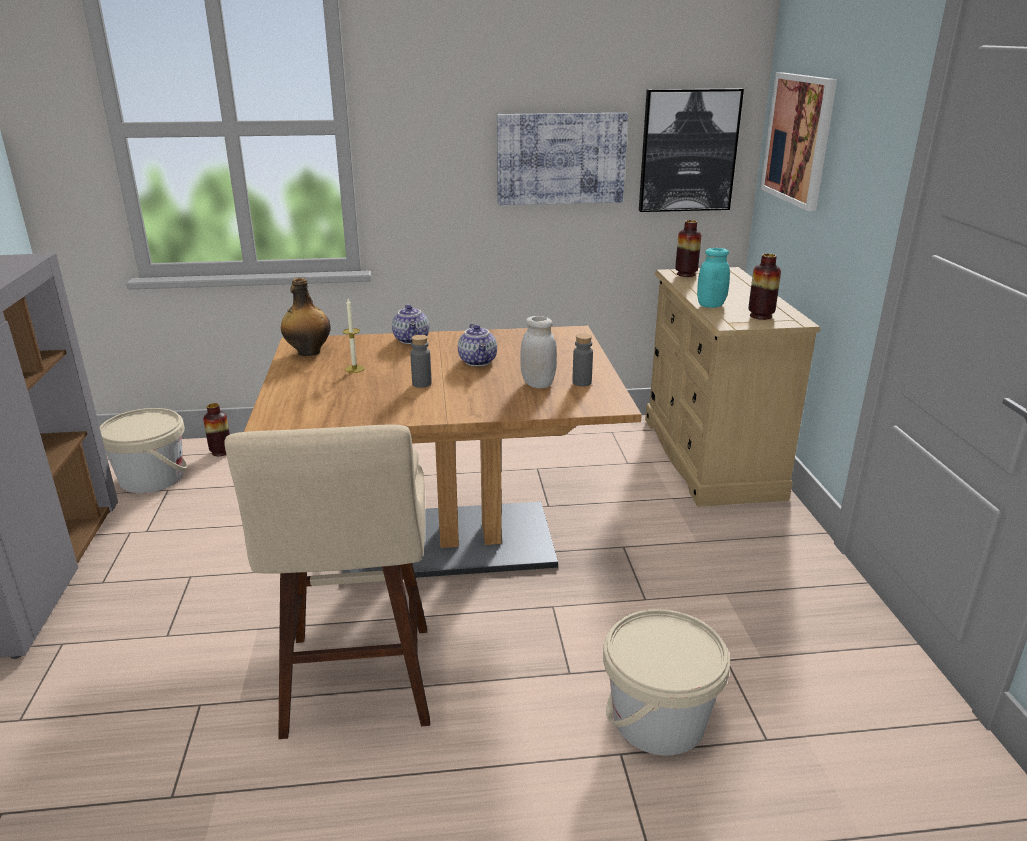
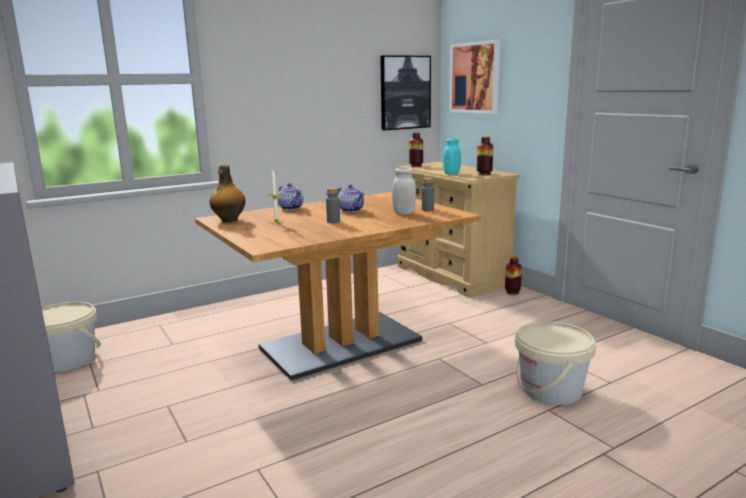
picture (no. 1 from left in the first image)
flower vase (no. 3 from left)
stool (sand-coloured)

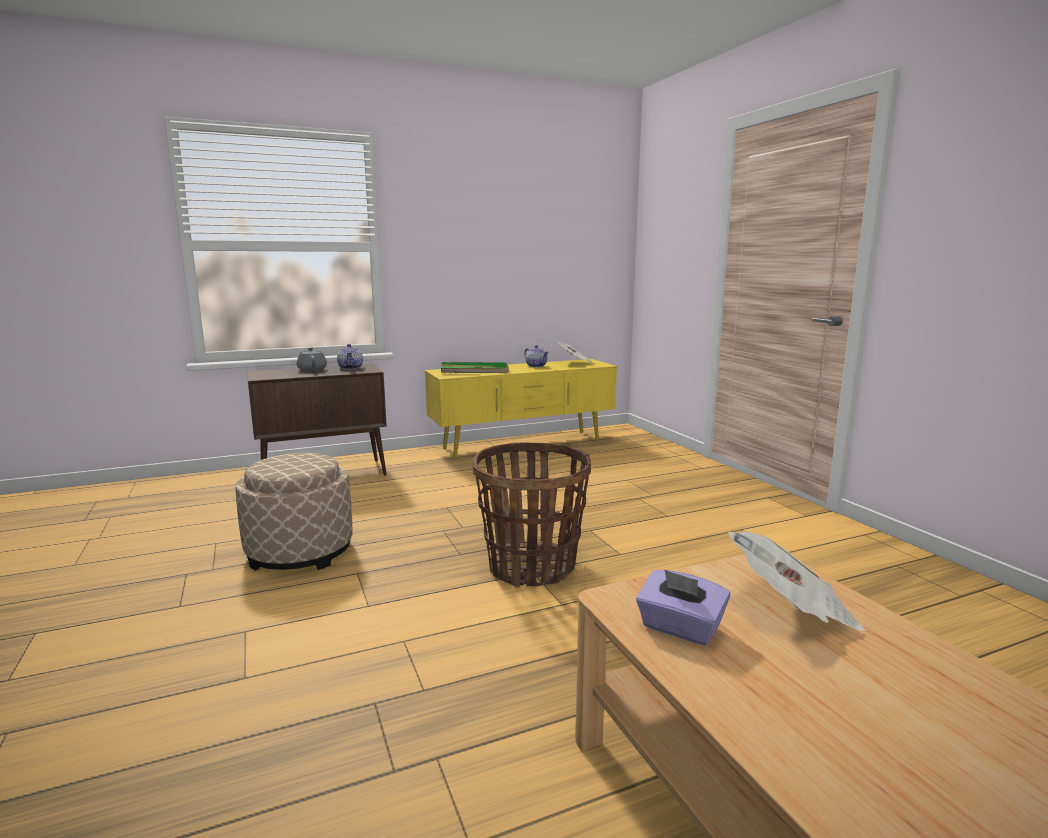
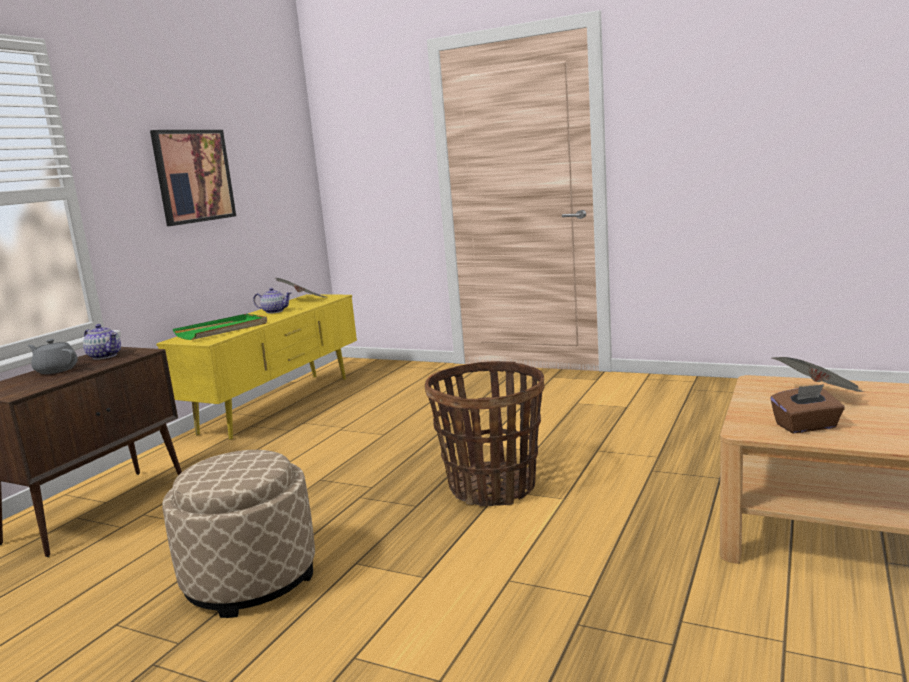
tissue box (brown-coloured)
picture

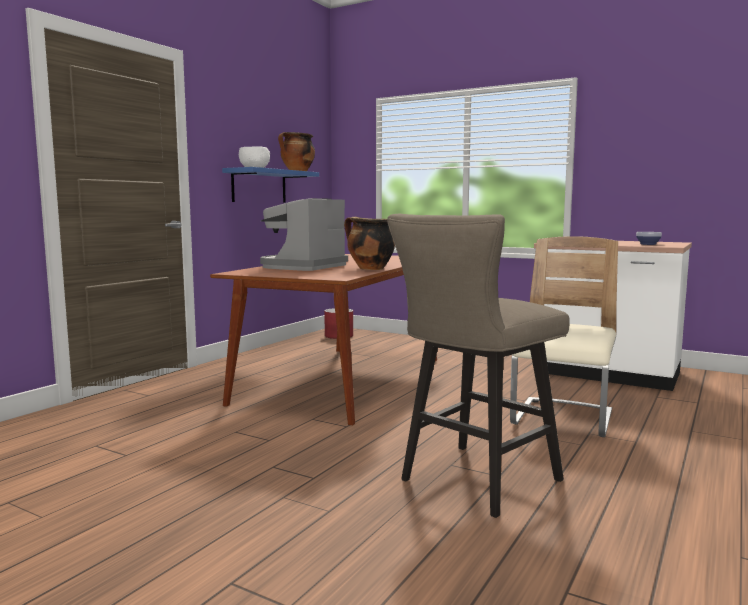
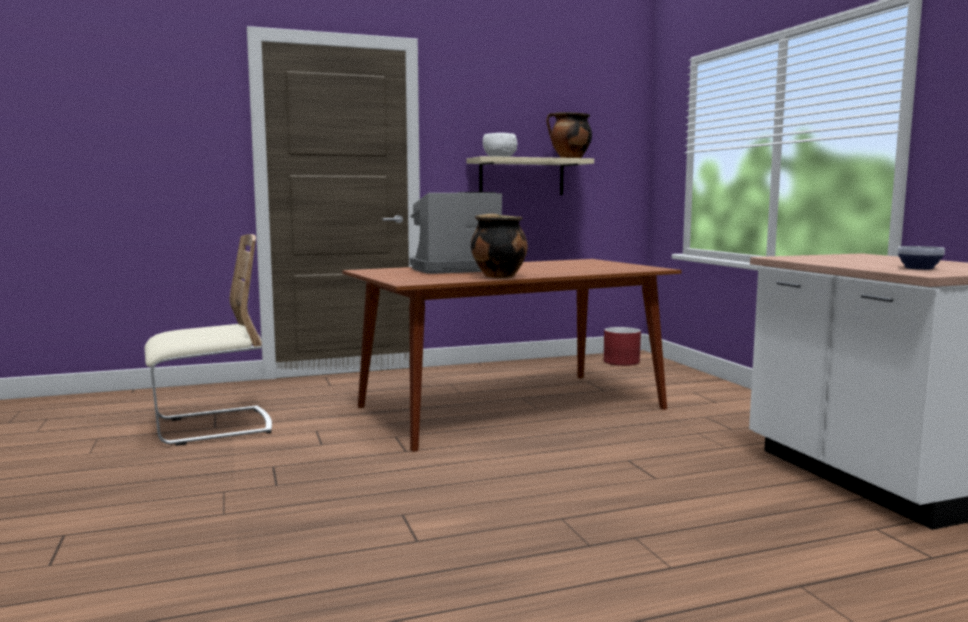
bracket shelf (sand-coloured)
stool (sand-coloured)
chair (sand-coloured)

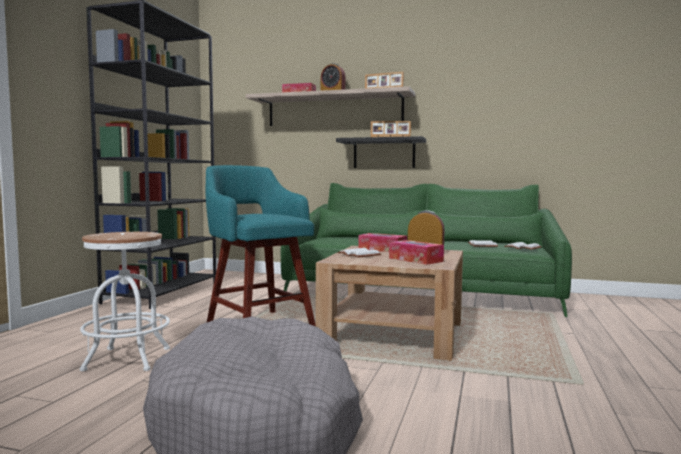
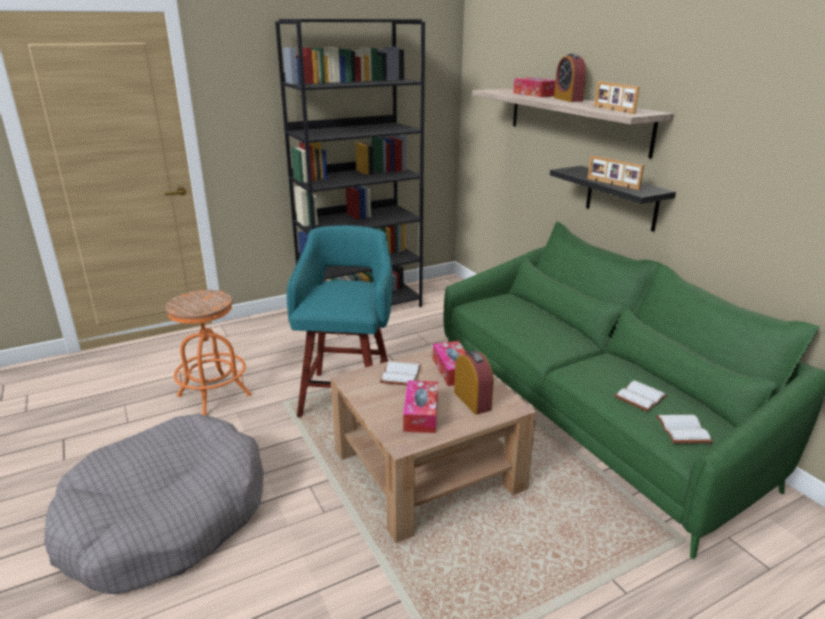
stool (orange-coloured)

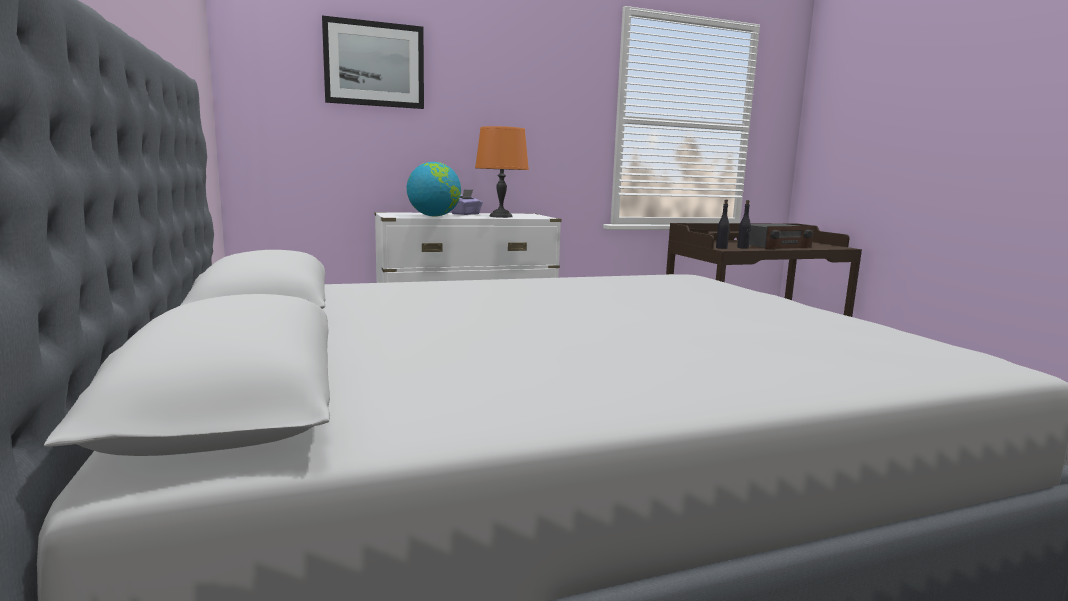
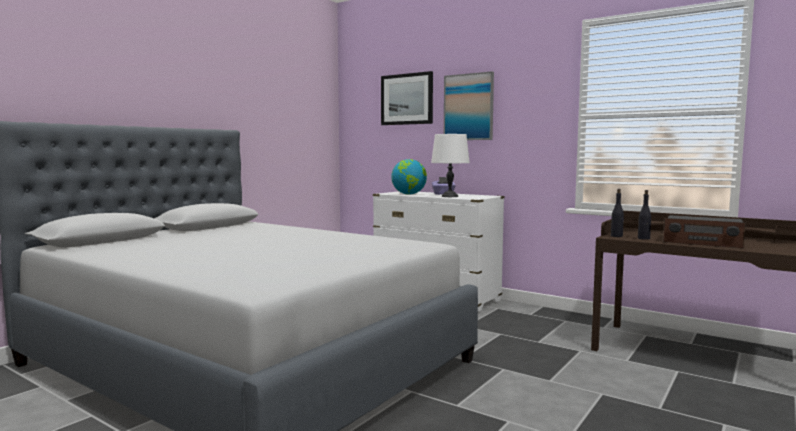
table lamp (white-coloured)
picture (no. 2 from left)

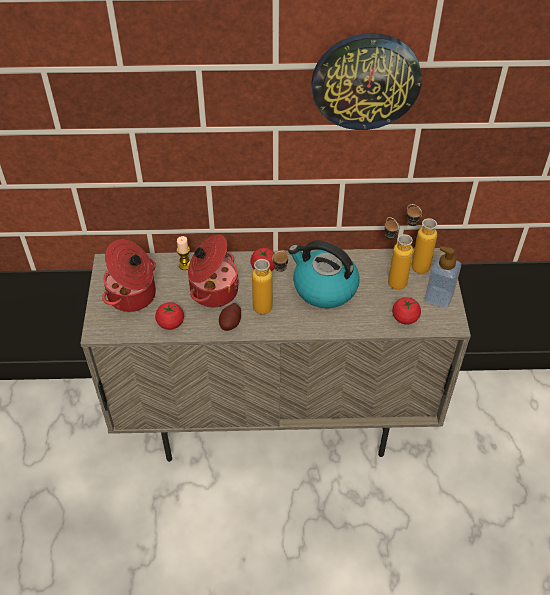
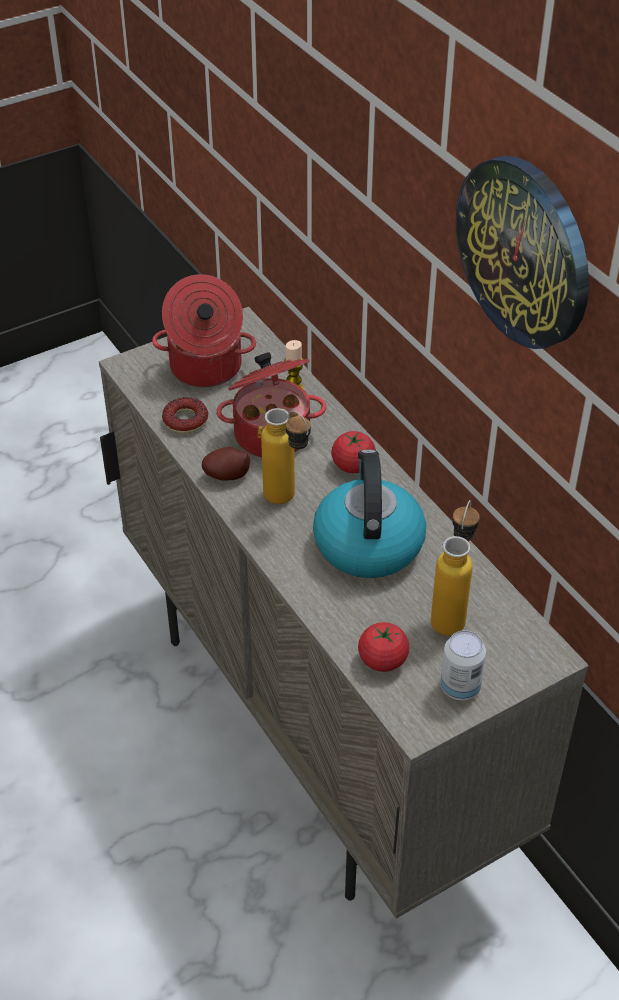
bottle (no. 3 from left in the first image)
metal can
ring doughnut

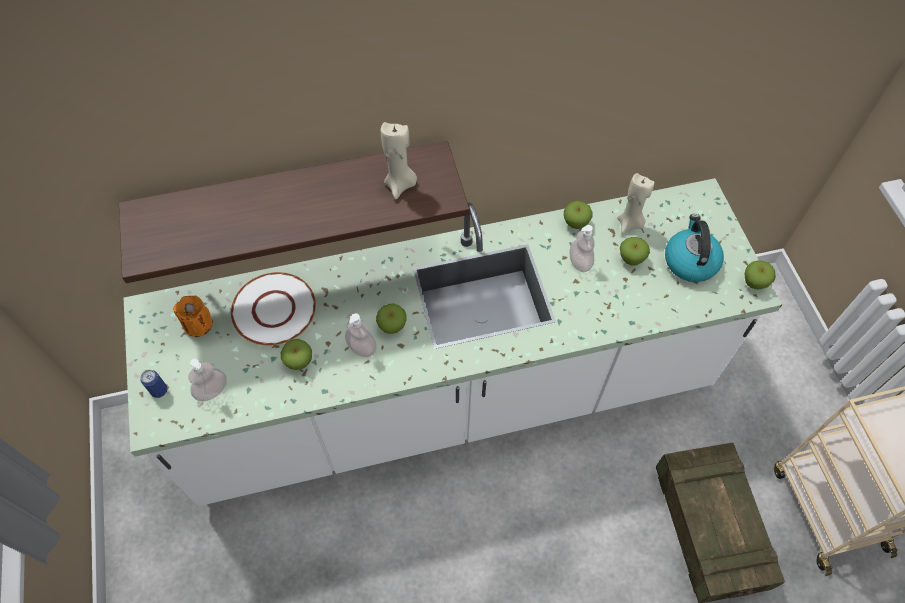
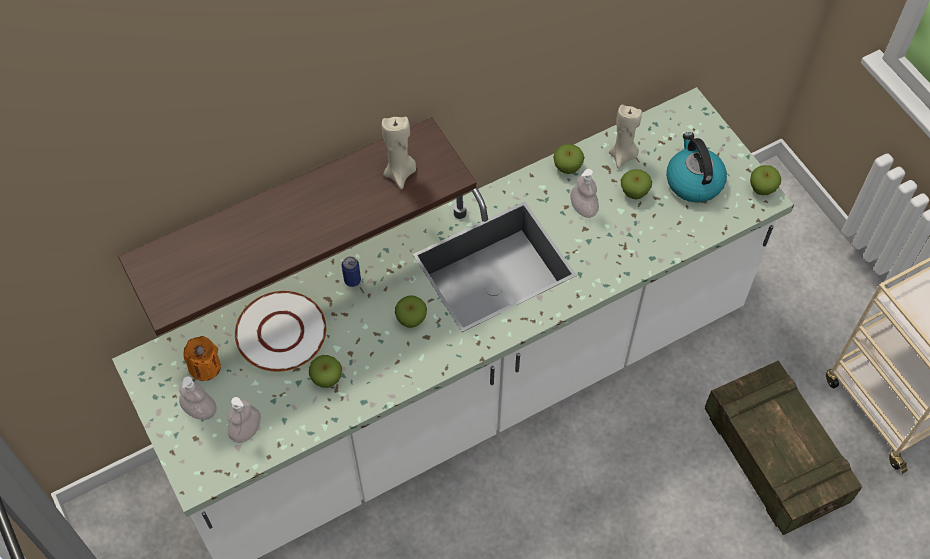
soap bottle (no. 1 from left)
metal can

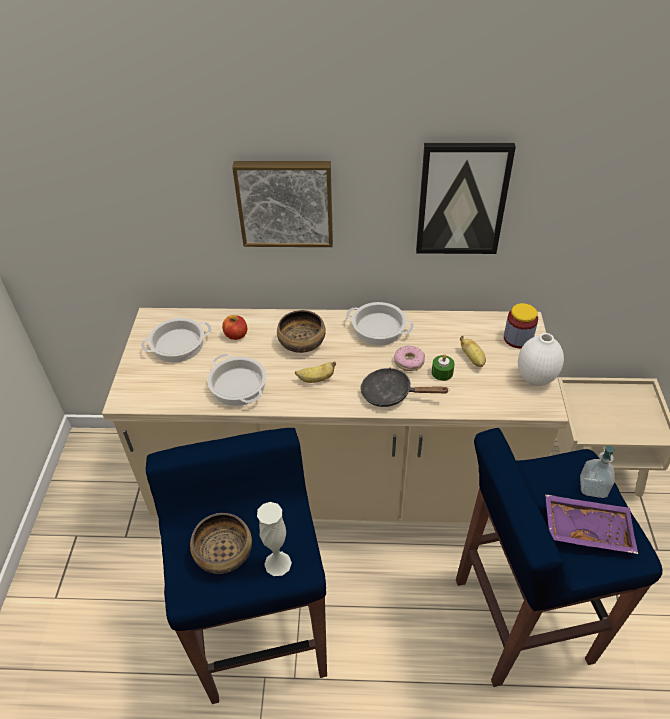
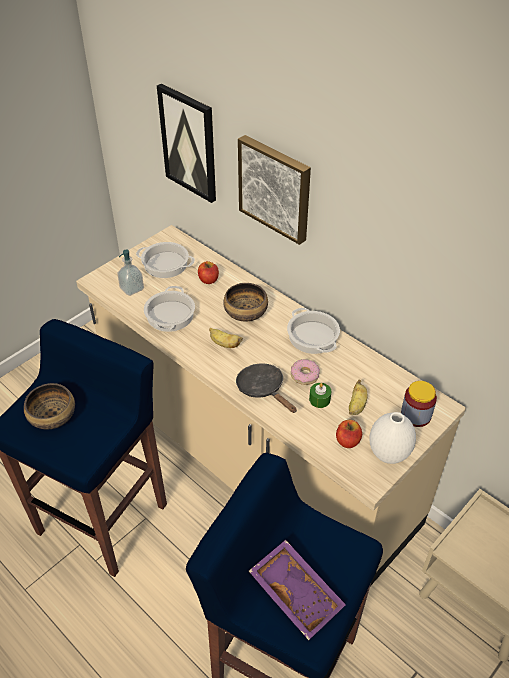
picture (no. 1 from left)
soap bottle
flower vase (white-coloured) (no. 1 from left in the first image)
apple fruit (no. 2 from left)

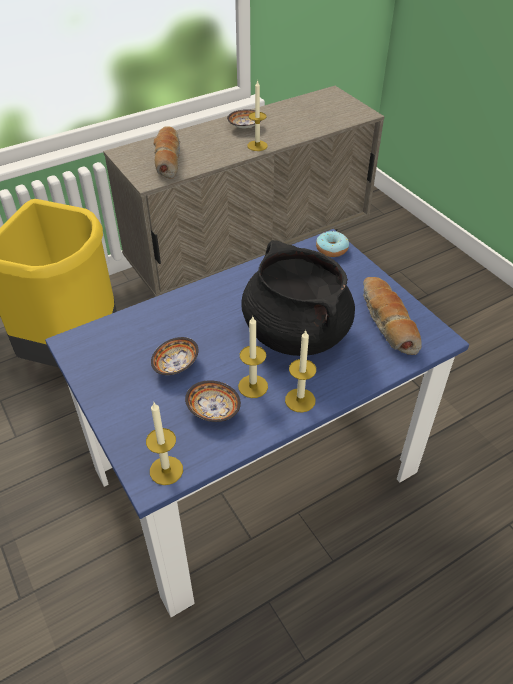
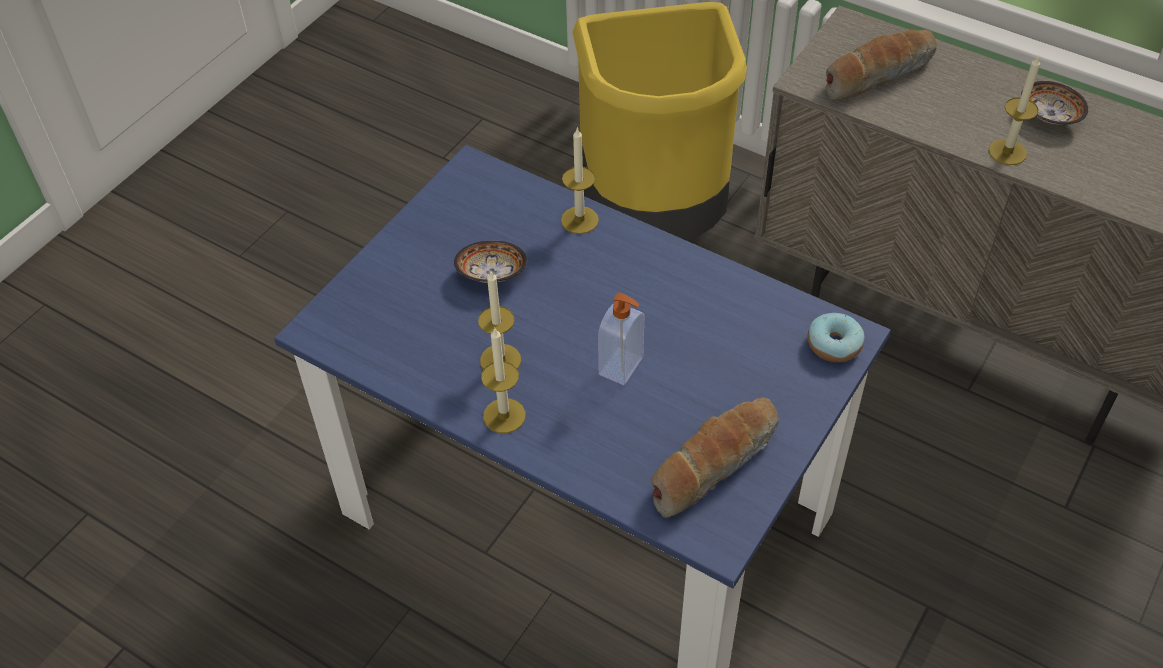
soap bottle
serving bowl (no. 2 from left in the first image)
wax light (no. 3 from left)

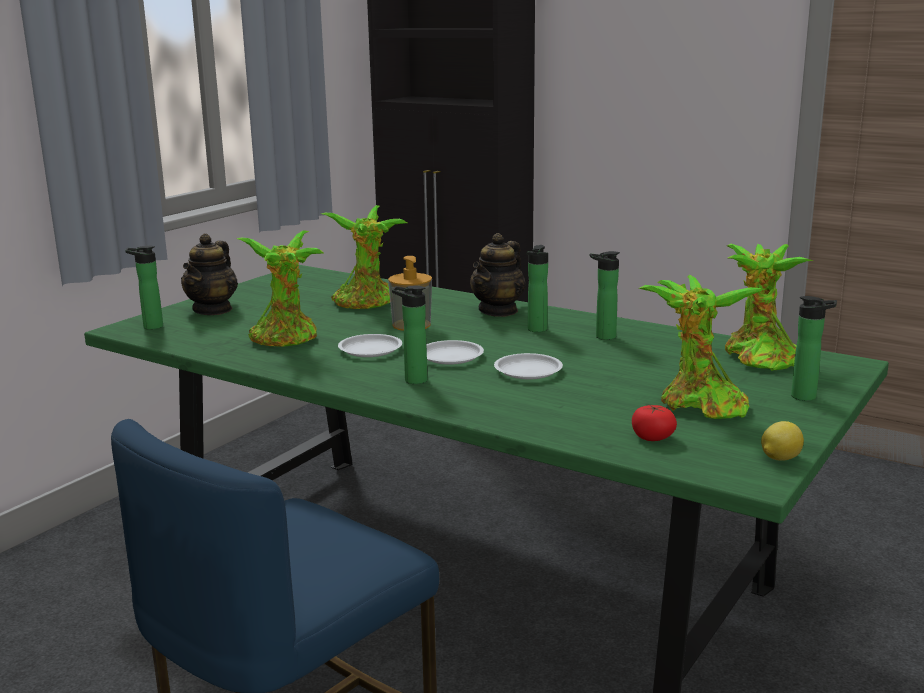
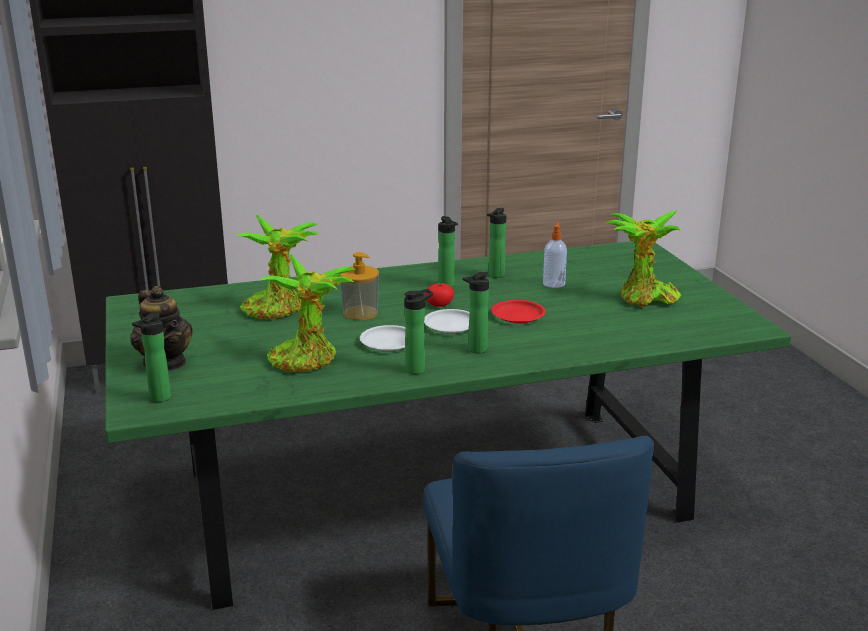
tea pot (no. 2 from left in the first image)
plant in a pot (no. 4 from left in the first image)
bottle (no. 2 from left)
plate (red)
tomato
lemon
soap bottle (no. 2 from left)

